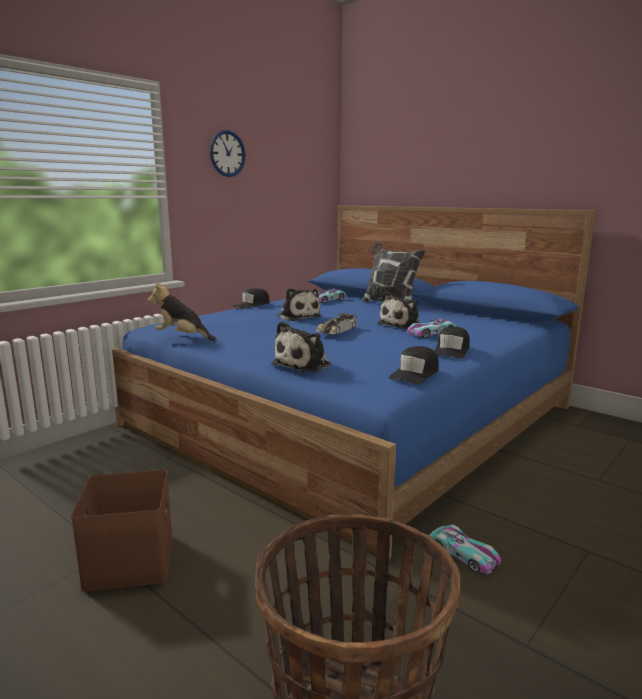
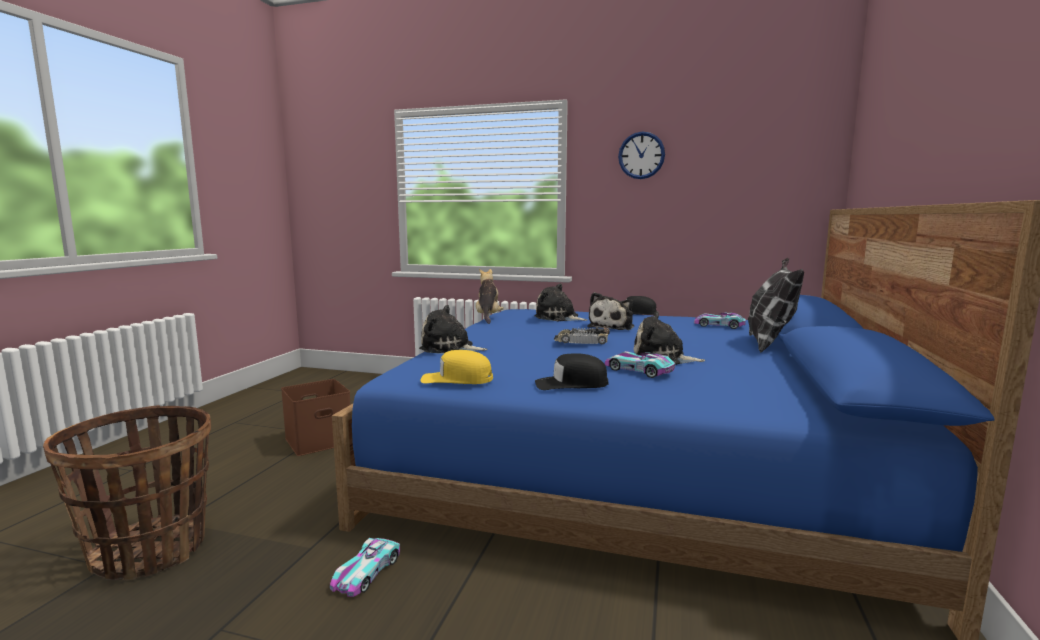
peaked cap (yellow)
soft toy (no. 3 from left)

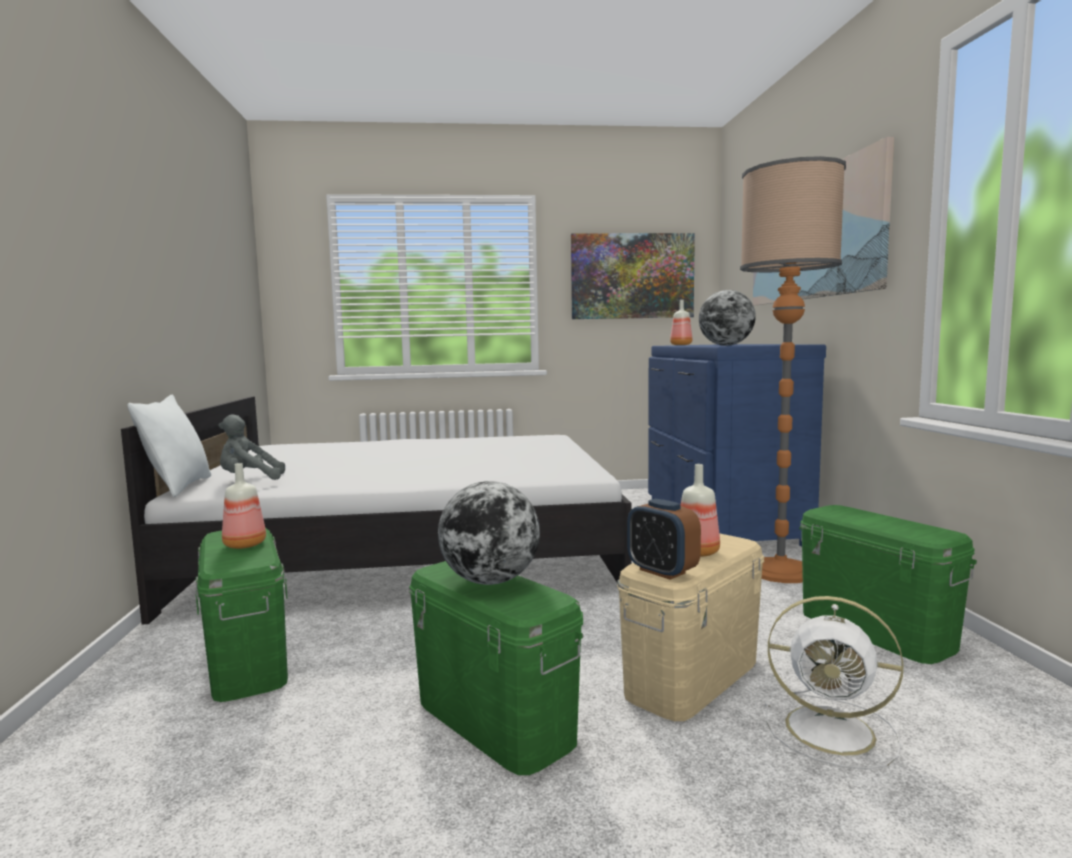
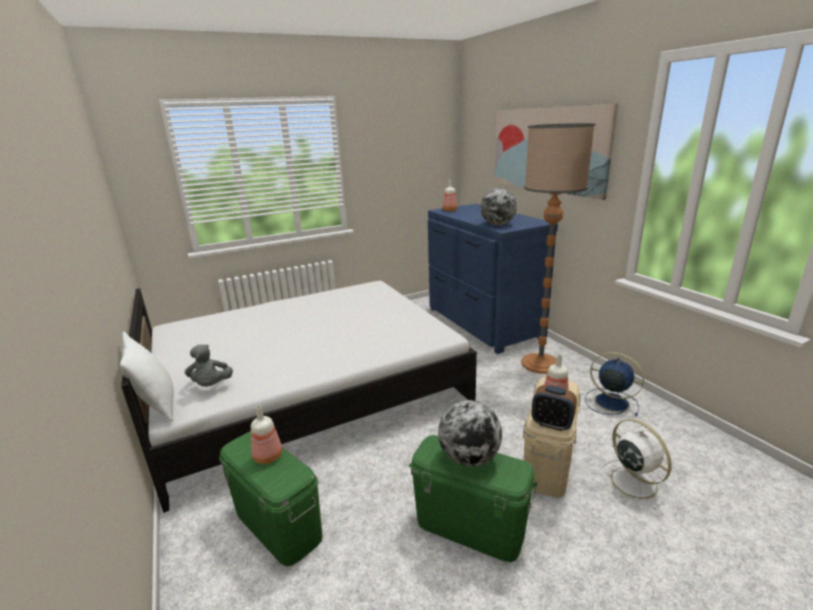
picture (no. 1 from left in the first image)
soft toy (grey)
fan (bluish)
fan (white-coloured)

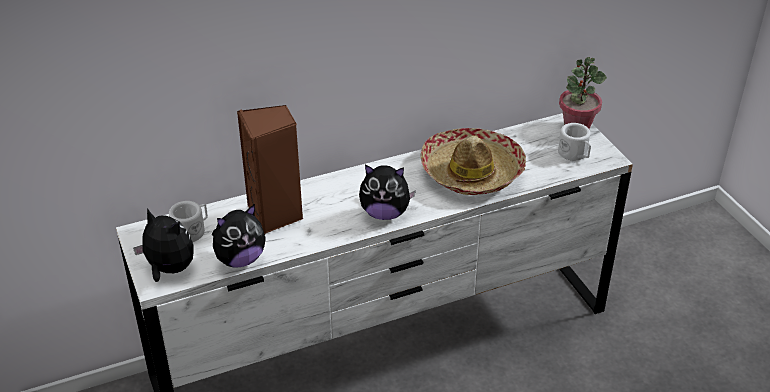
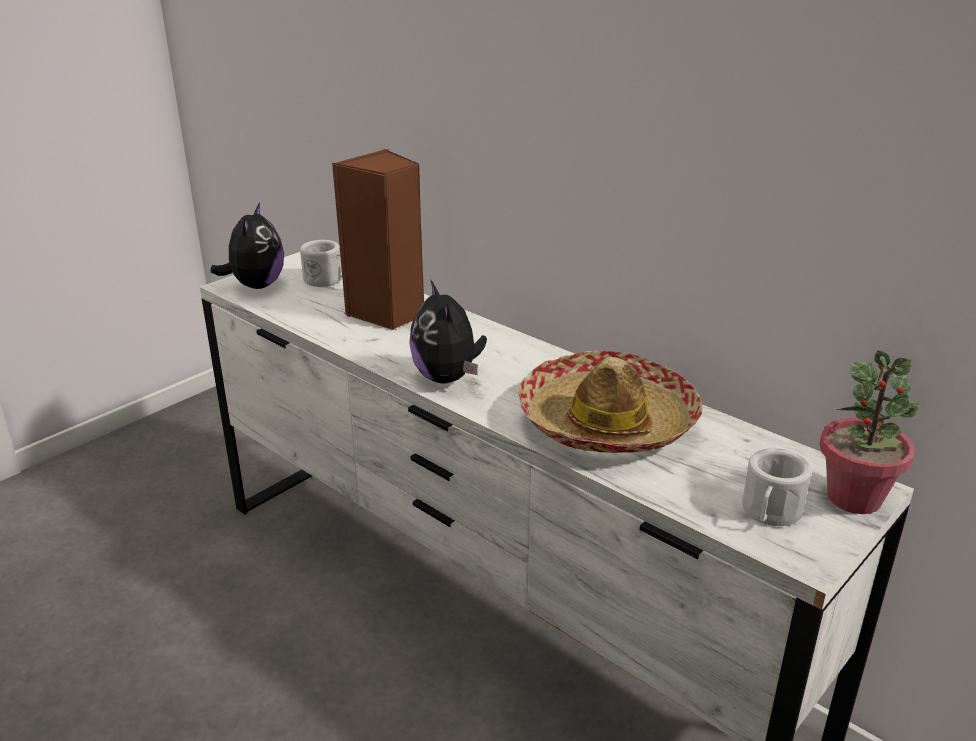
soft toy (no. 2 from left in the first image)

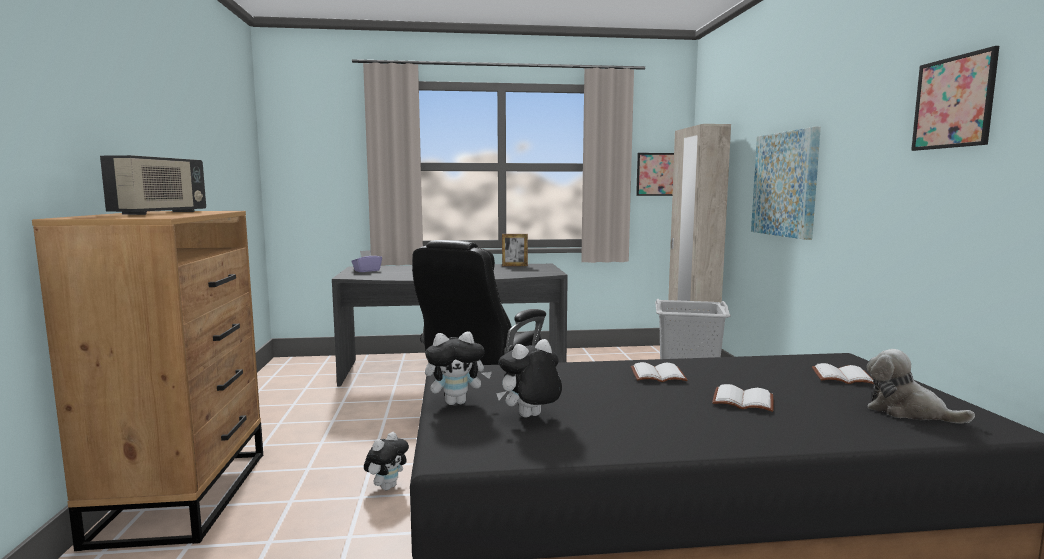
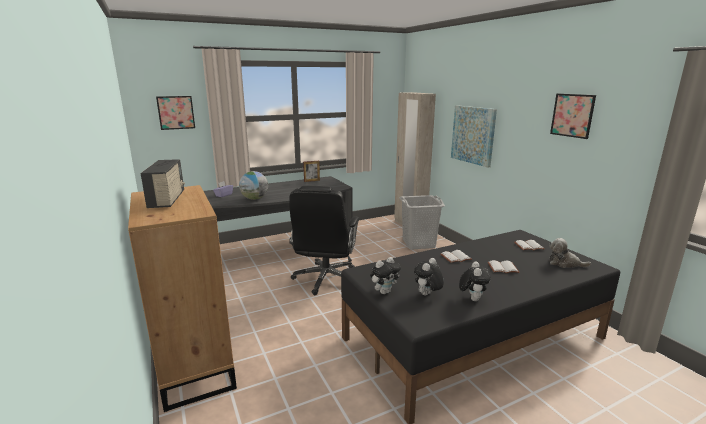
picture (no. 1 from left)
soft toy (no. 3 from left)
desk globe

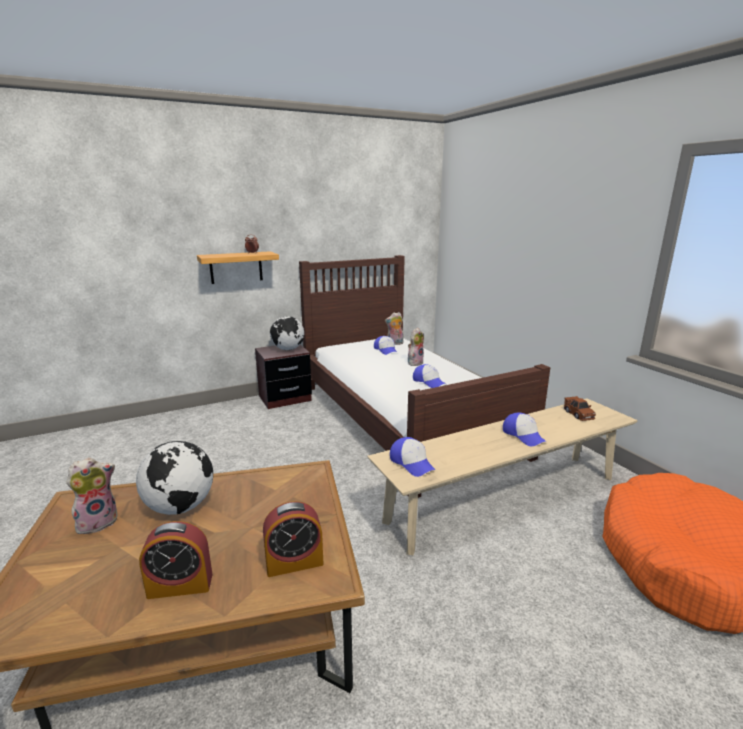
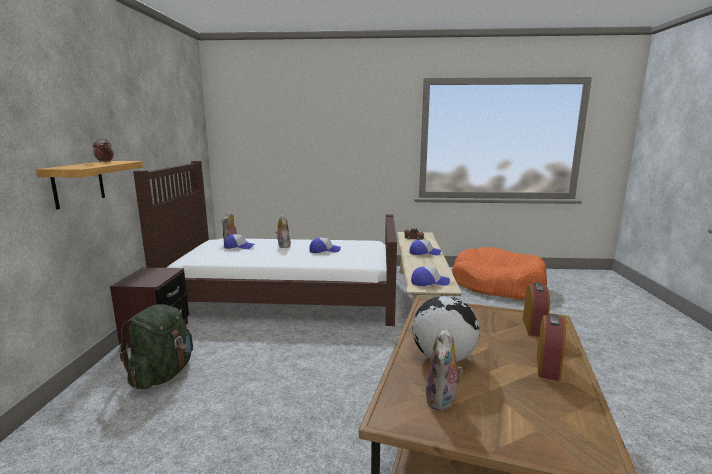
desk globe (no. 2 from left in the first image)
soft toy (no. 3 from left)
rucksack (green-coloured)

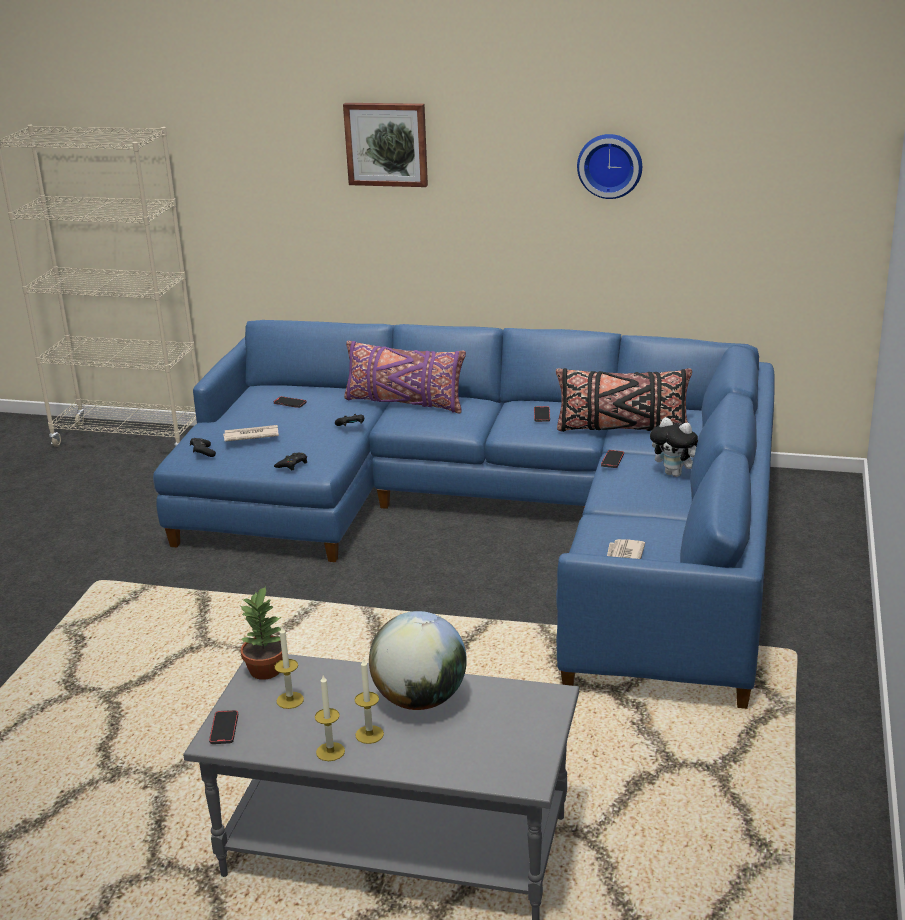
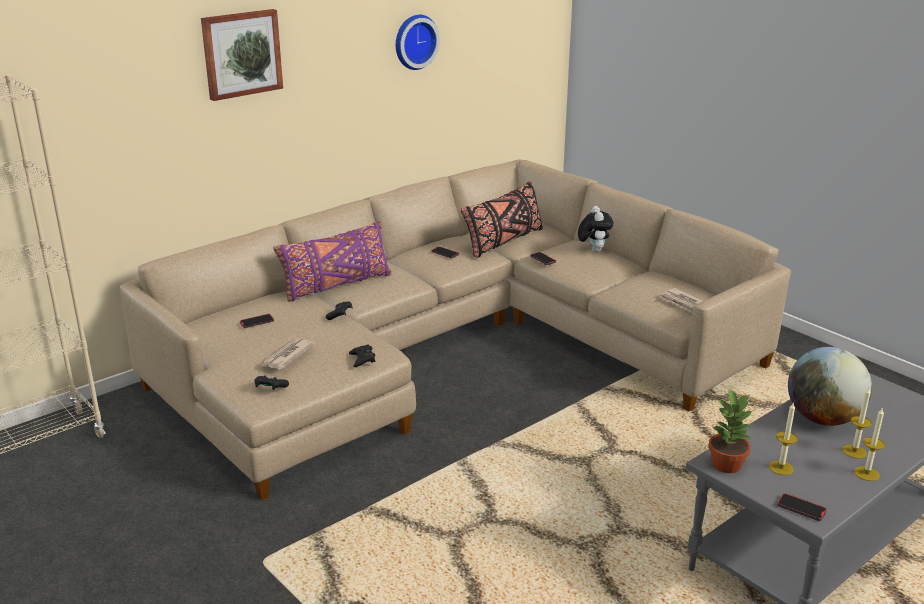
couch (sand-coloured)
soft toy

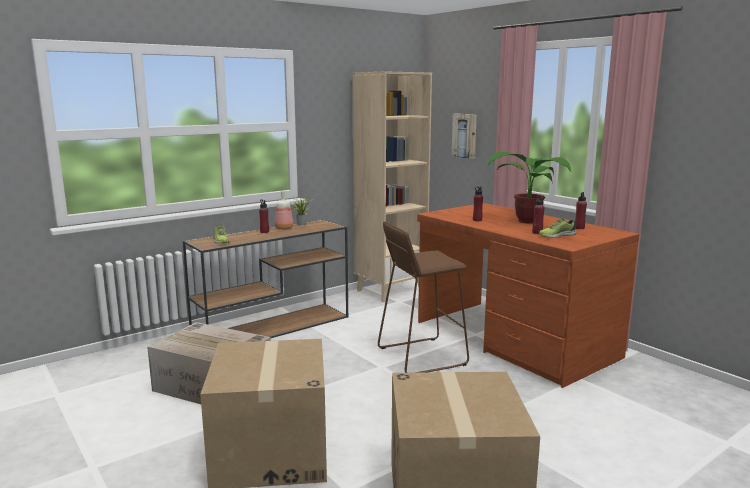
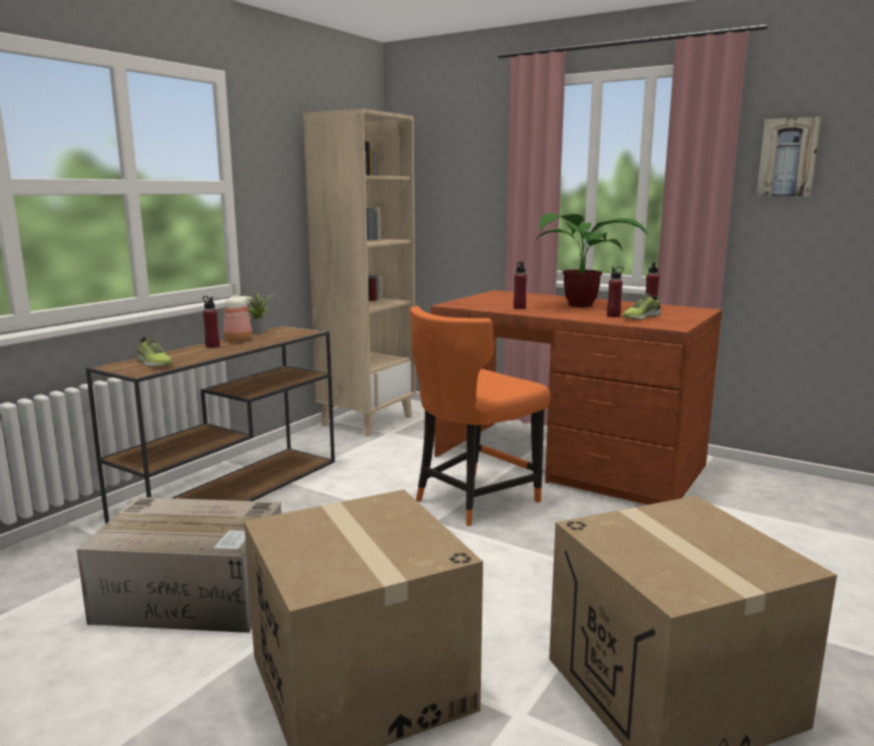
picture
chair (orange-coloured)

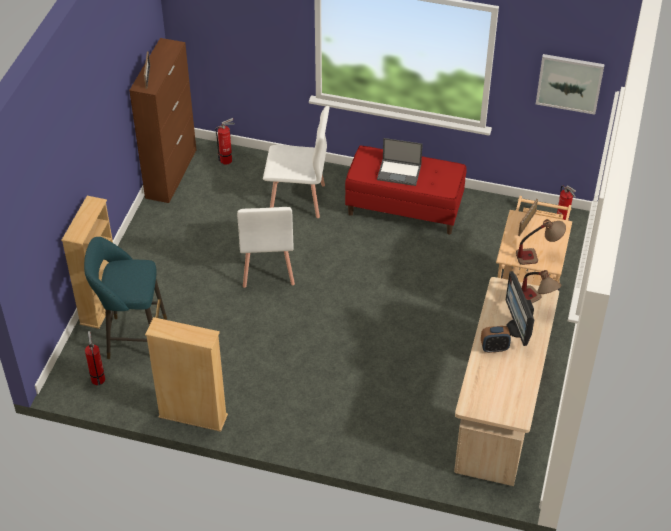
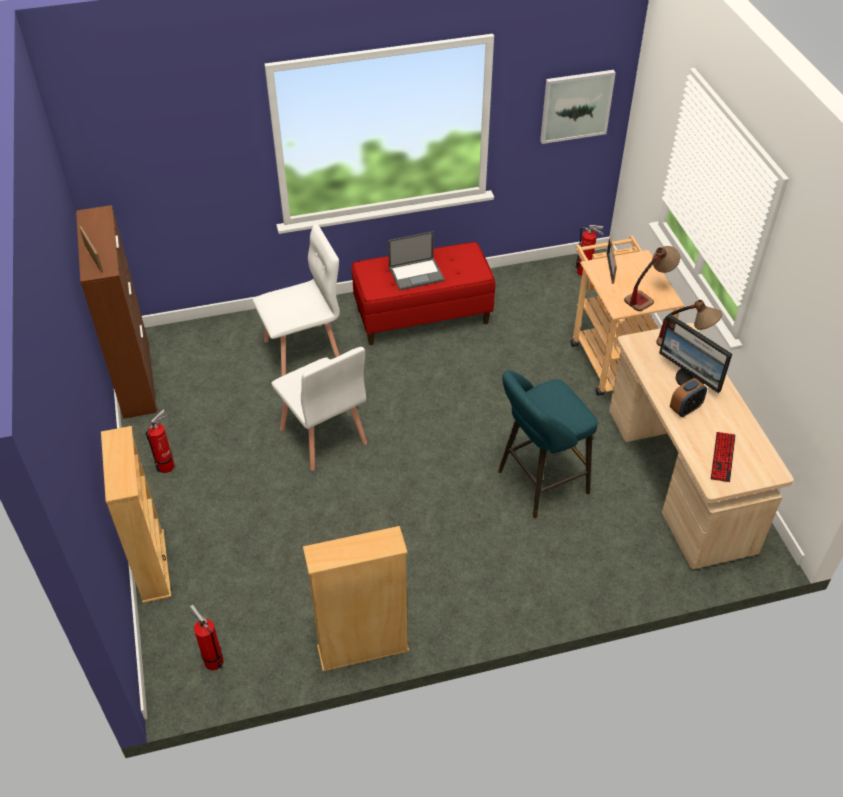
fire-fighting cylinder (no. 1 from left)
stool (blue-green)
keyboard

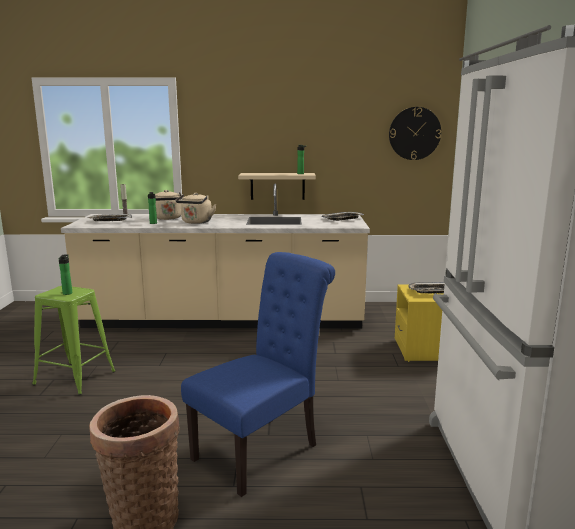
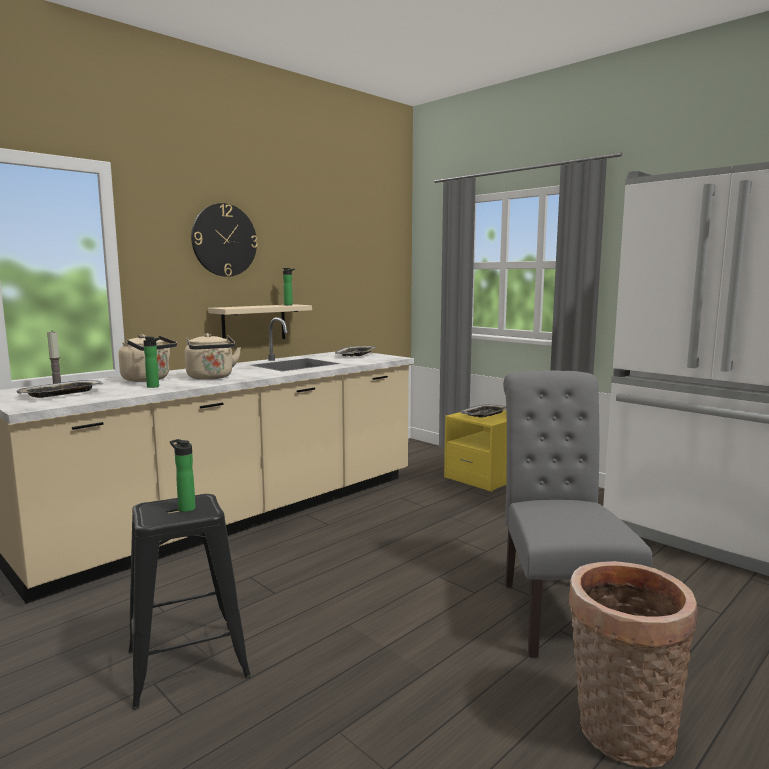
hanging clock
chair (grey)
stool (blackish)

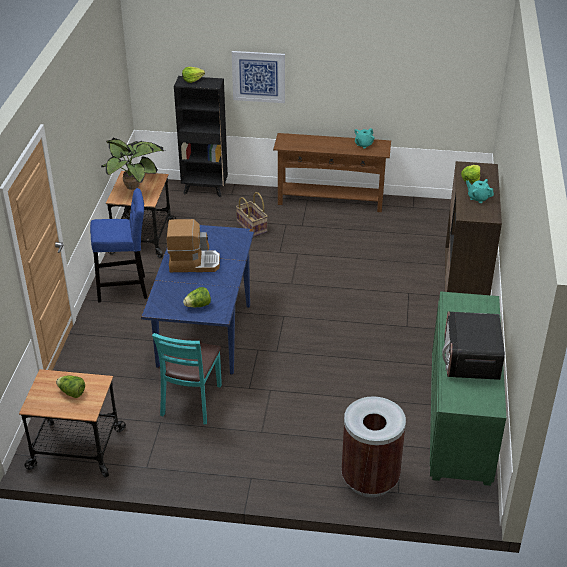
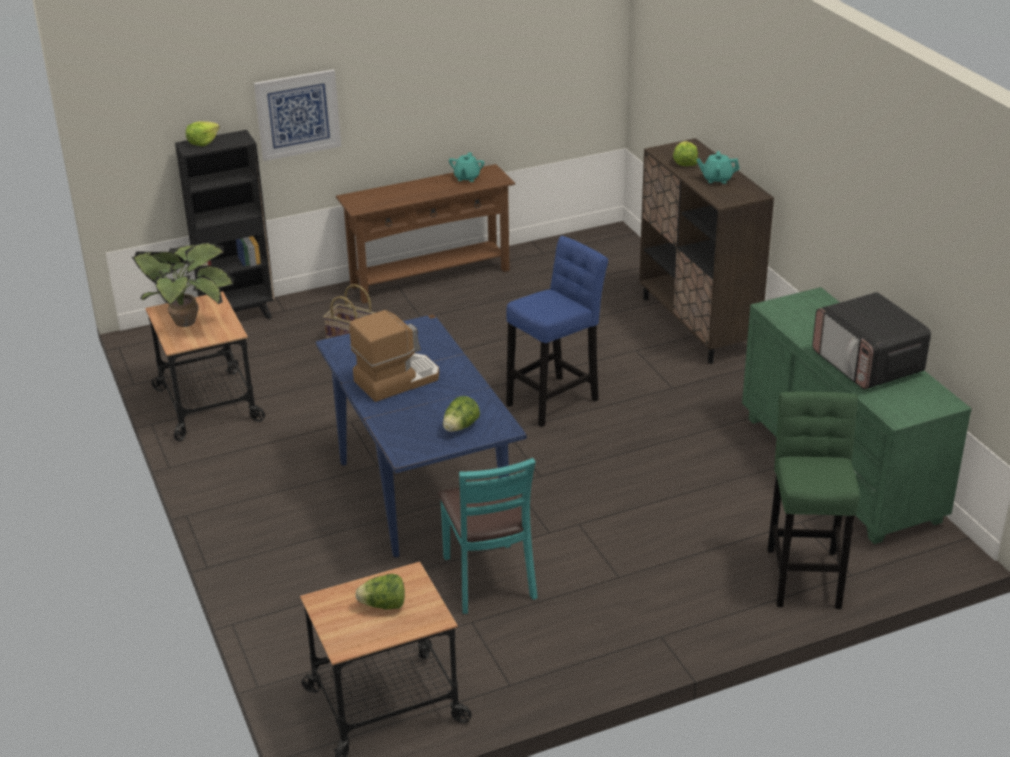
stool (bluish)
stool (green-coloured)

